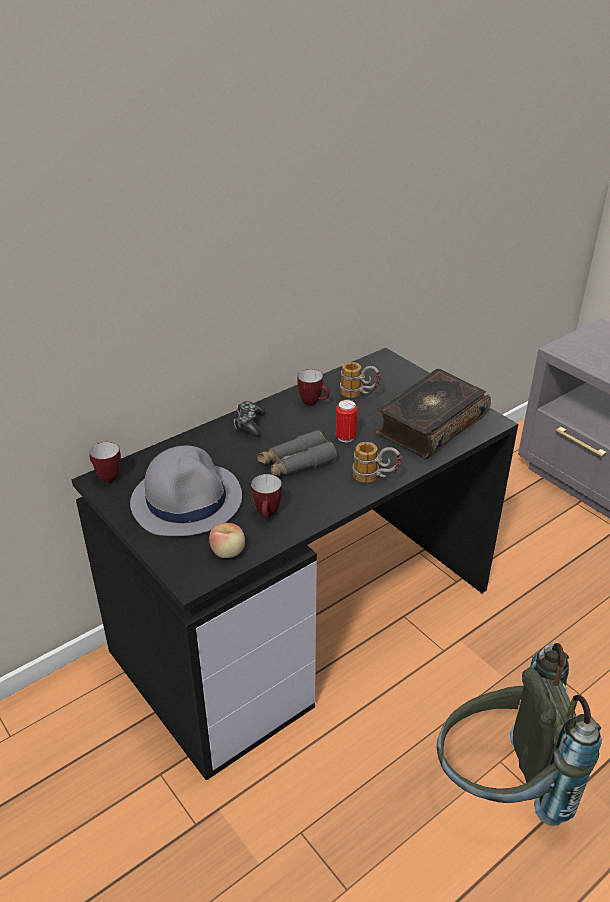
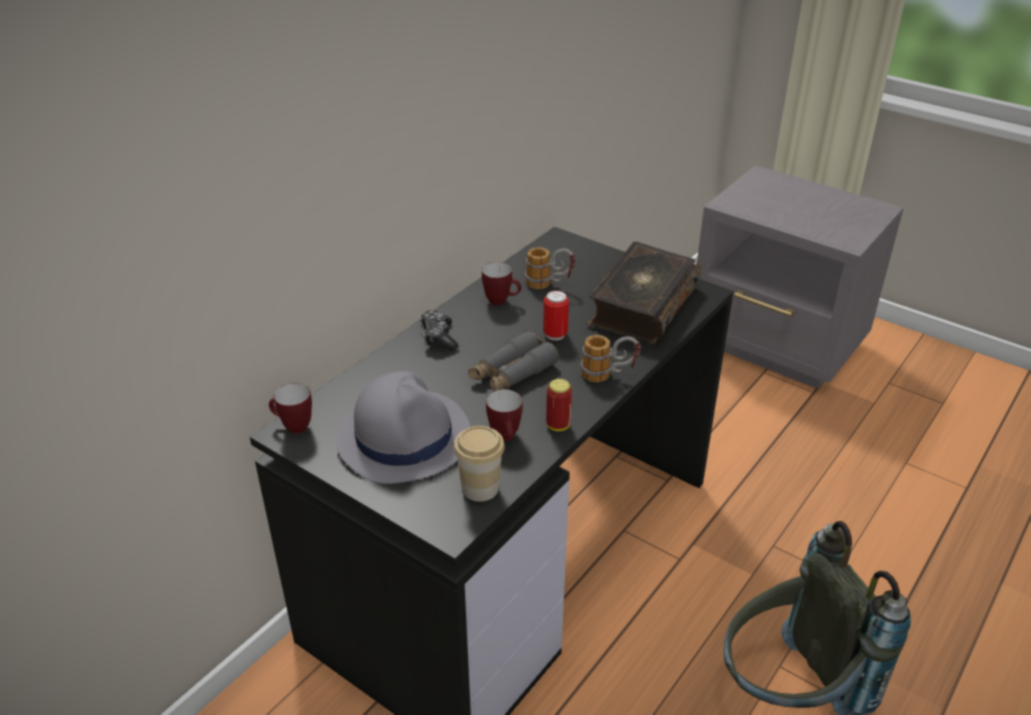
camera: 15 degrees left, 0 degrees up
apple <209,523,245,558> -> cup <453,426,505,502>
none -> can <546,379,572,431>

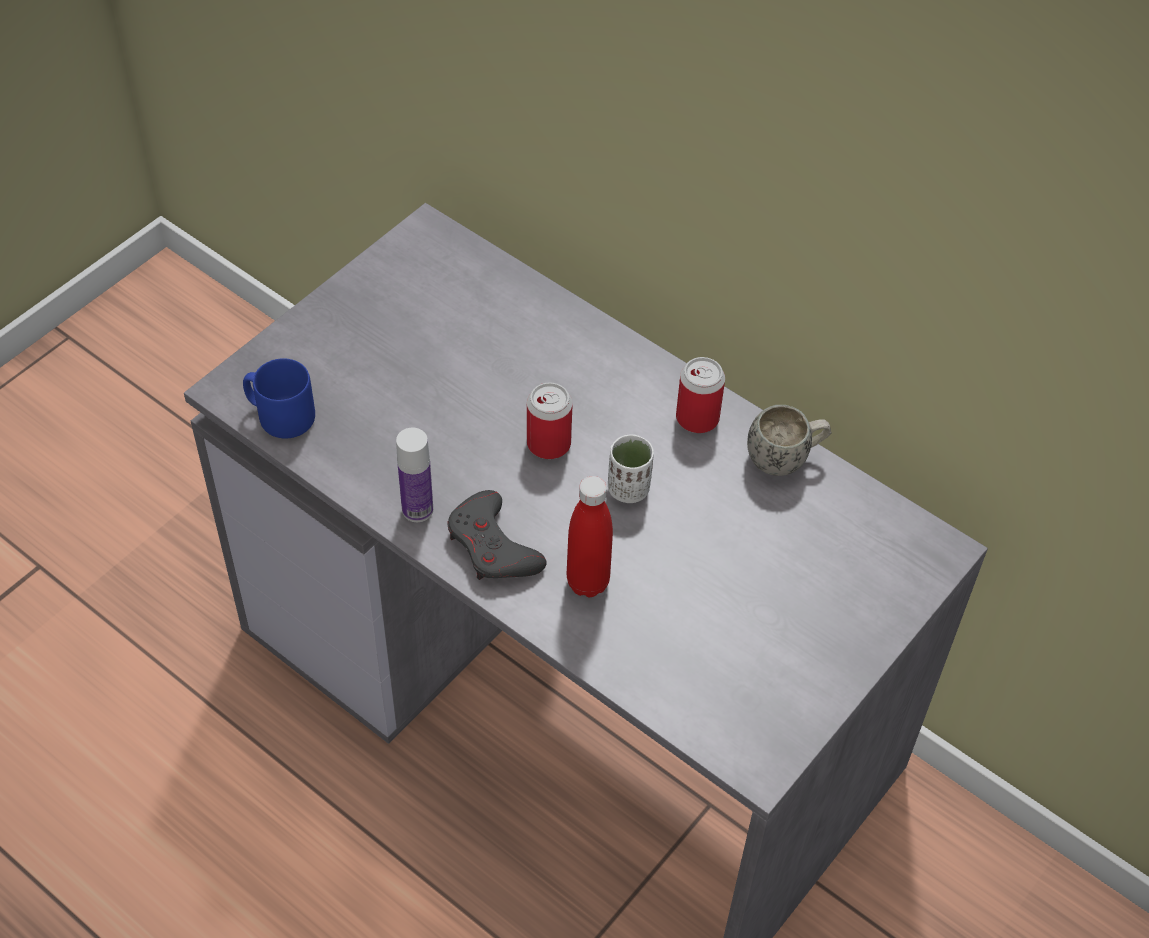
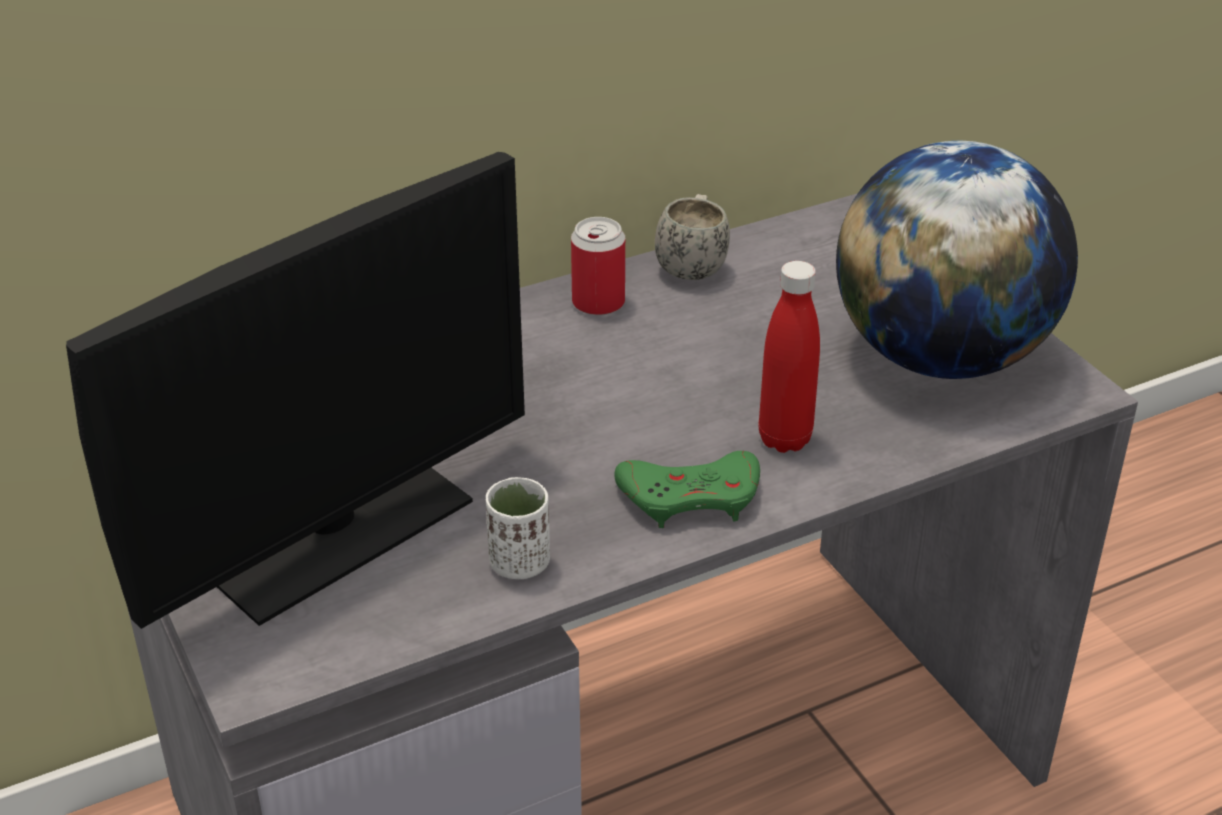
camera: 65 degrees left, 15 degrees down
none -> monitor <66,152,525,629>
white_cup <608,434,654,503> -> white_cup <486,477,550,579>, shifted
grey_game_controller <448,490,547,580> -> green_game_controller <614,451,760,528>
none -> globe <836,141,1078,379>
blue_mug <243,358,315,439> -> none
bottle <396,428,433,522> -> none
can <527,382,573,459> -> none

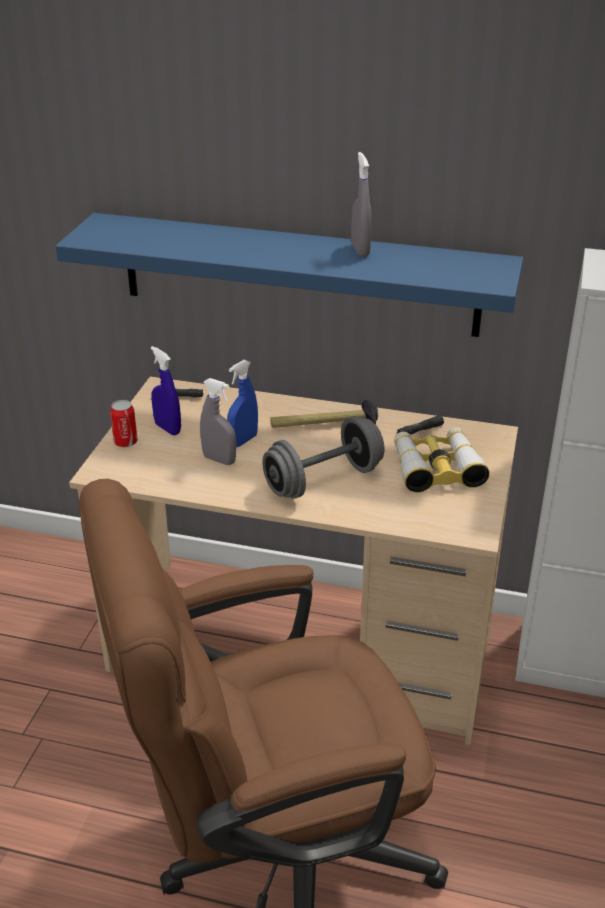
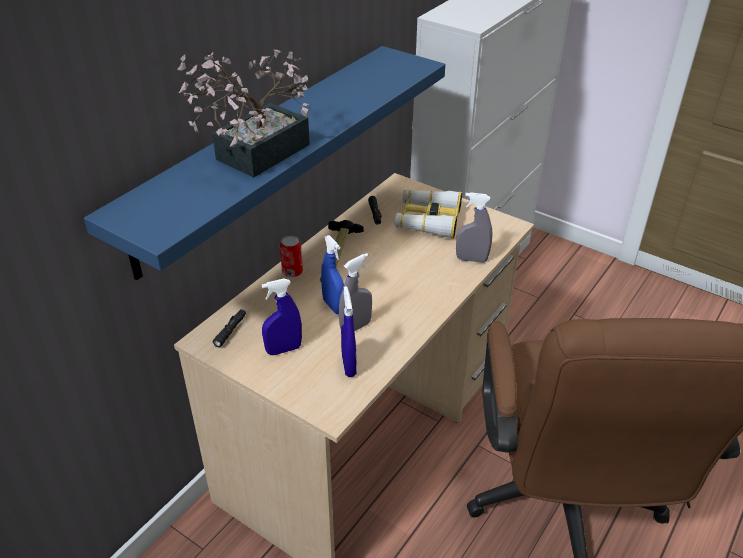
camera: 70 degrees left, 5 degrees up
none -> potted_plant <177,50,310,177>
can <110,400,138,448> -> can <280,236,303,277>, shifted
none -> blue_spray_bottle <341,286,357,377>
grey_spray_bottle <351,152,371,257> -> grey_spray_bottle <456,192,492,263>, shifted
grey_dumbbell <262,416,384,499> -> none

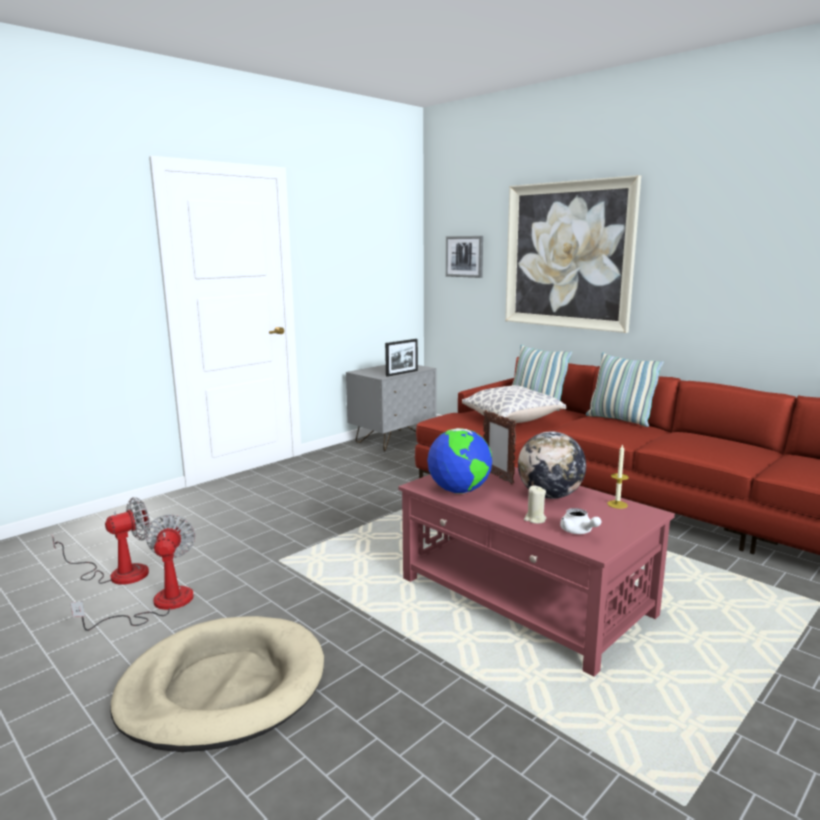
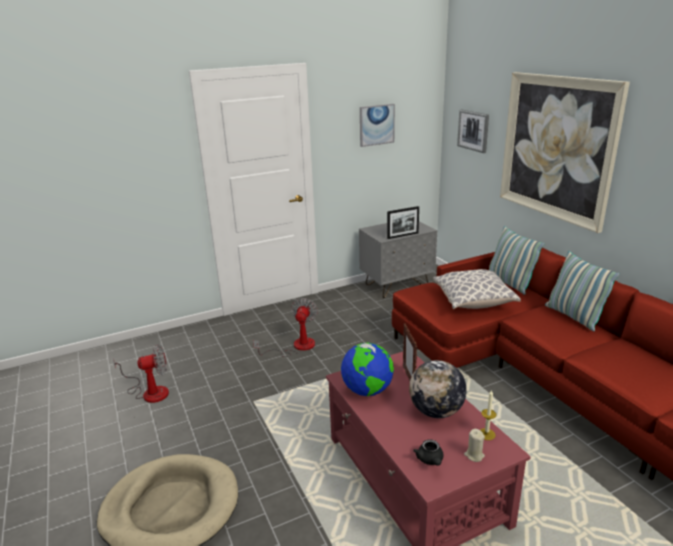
camera: 20 degrees right, 10 degrees up
fan <71,514,196,631> -> fan <253,298,318,357>, shifted
none -> picture <360,104,395,147>
white_teapot <560,508,601,534> -> black_teapot <413,439,444,466>
beige_candle <524,485,547,524> -> beige_candle <464,429,485,462>, shifted

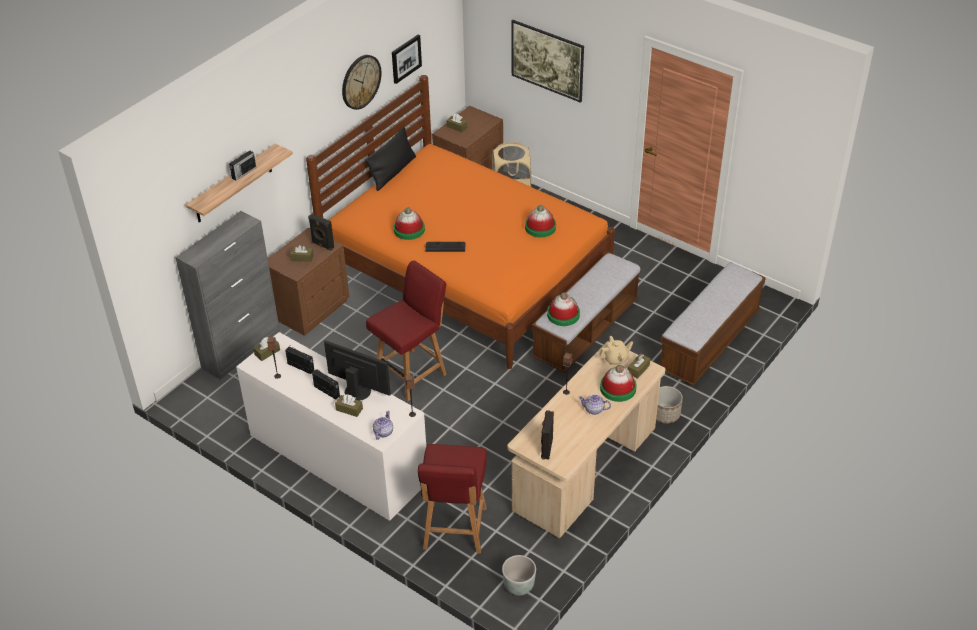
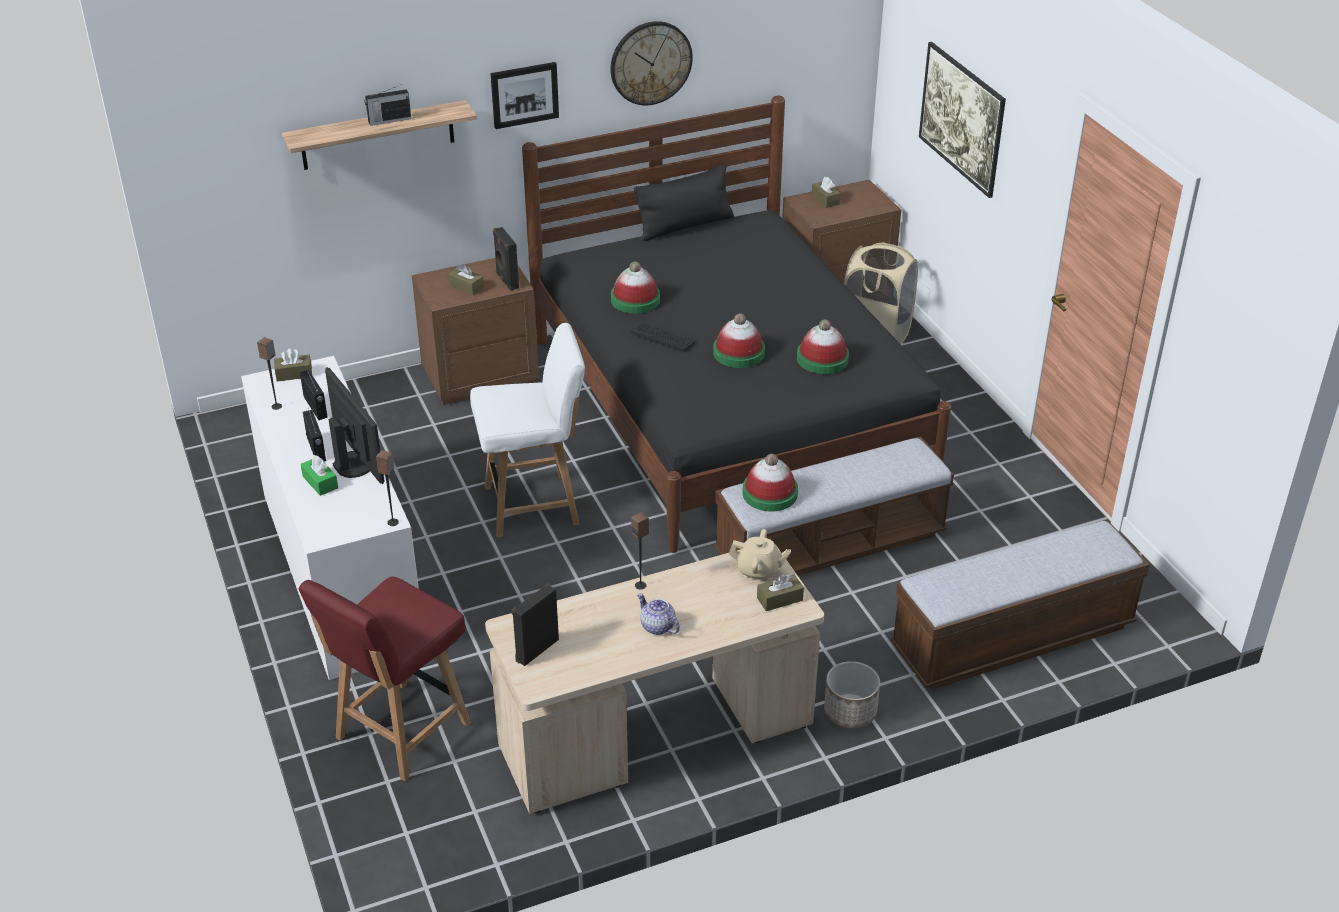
camera: 30 degrees right, 5 degrees down
brown_tissue_box <335,394,363,417> -> green_tissue_box <301,455,338,496>
red_chair <366,260,447,401> -> white_chair <470,323,585,537>
picture <392,35,422,84> -> picture <490,62,559,129>, shifted
orange_bed <306,75,615,369> -> black_bed <522,96,951,553>
hat <600,365,637,402> -> hat <713,314,765,368>, shifted
grey_cabinet <175,211,280,380> -> none
teapot <373,410,393,440> -> none
grey_planter <502,555,536,596> -> none

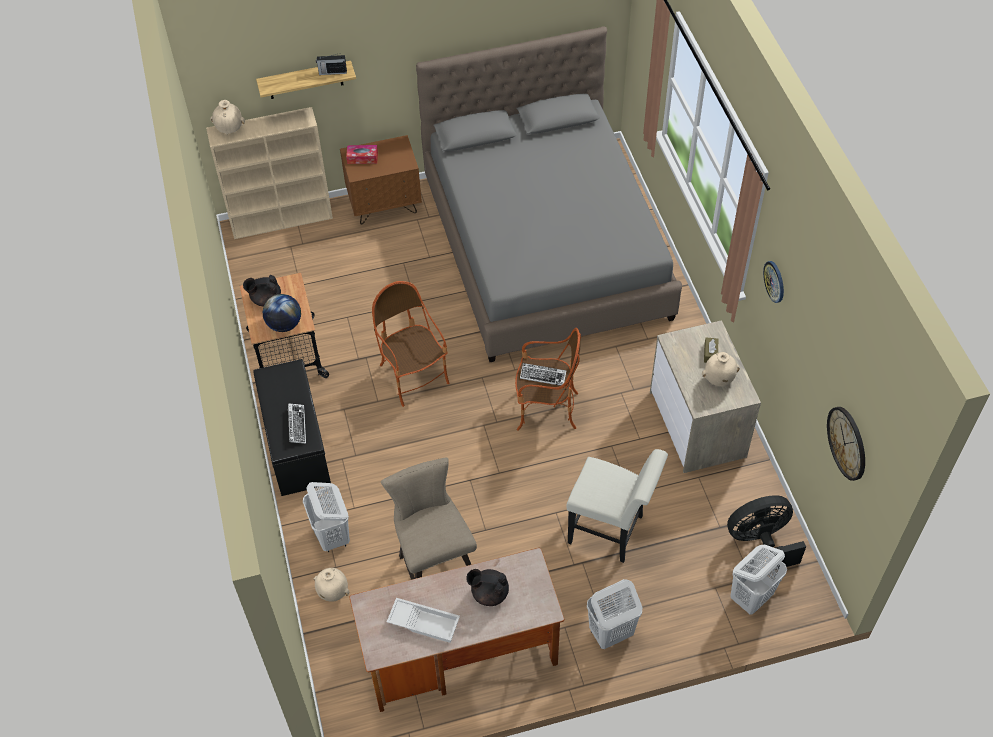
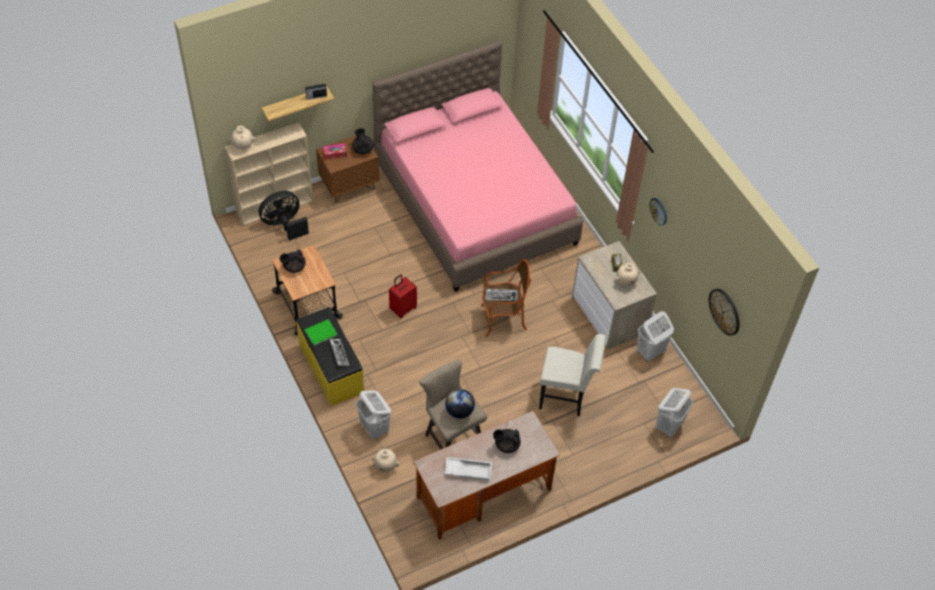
camera: 15 degrees left, 0 degrees up
black_fan <727,495,806,569> -> black_fan <259,191,309,240>, shifted
black_bench <253,359,331,496> -> yellow_bench <296,307,364,406>
none -> green_book <305,319,337,346>
none -> black_teapot <352,128,374,154>
grey_bed <416,26,682,362> -> pink_bed <372,40,584,292>
armchair <372,281,449,407> -> red_suitcase <389,274,417,318>
globe <263,294,301,332> -> globe <445,389,475,419>, shifted
white_laundry_basket <587,579,642,649> -> white_laundry_basket <637,311,674,362>, shifted

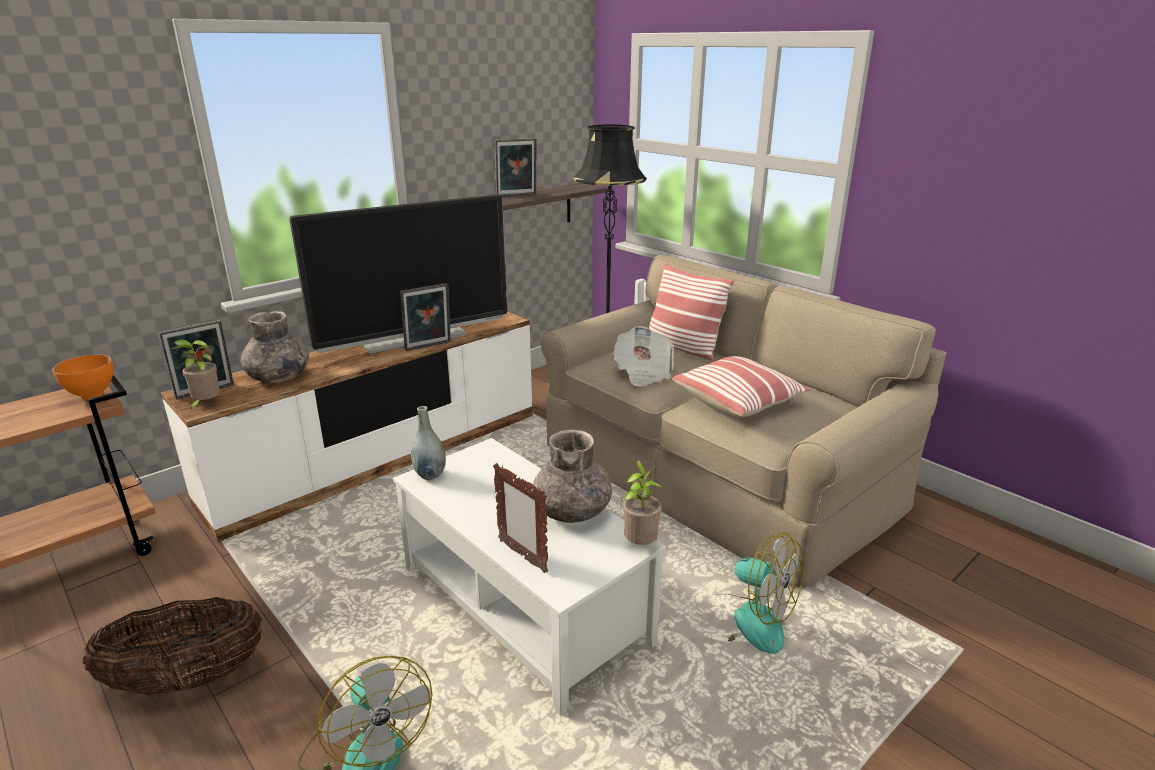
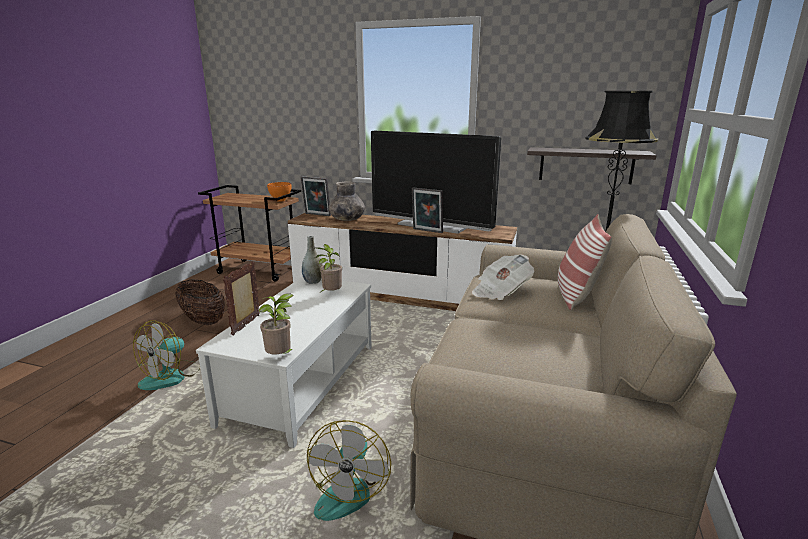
camera: 60 degrees right, 5 degrees down
potted_plant <169,340,220,412> -> potted_plant <315,244,342,292>, shifted
picture_frame <495,138,536,196> -> none
grey_vase <532,430,612,523> -> none
pillow <672,356,810,418> -> none

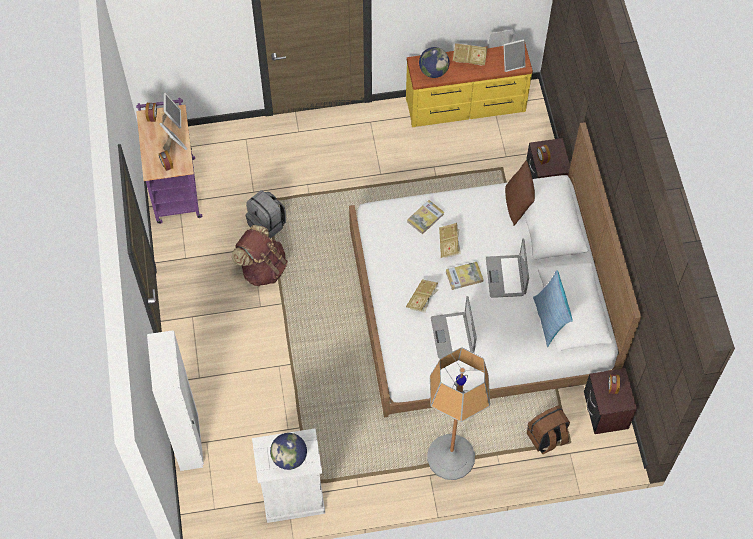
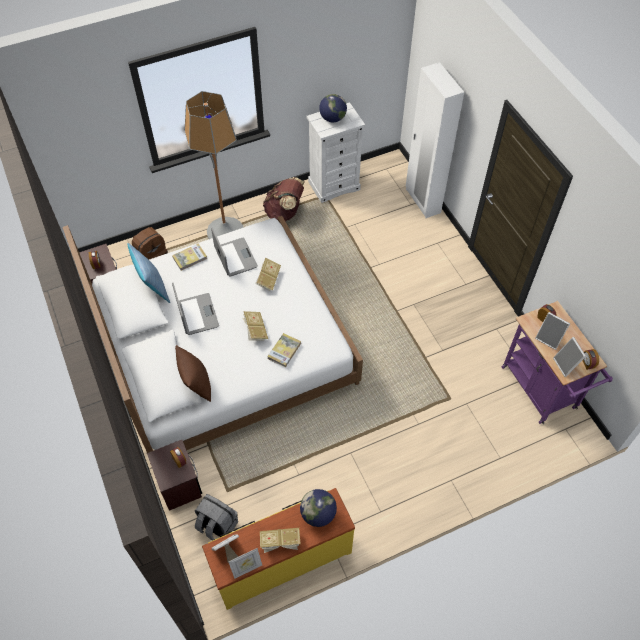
camera: 165 degrees right, 5 degrees down
book <446,262,484,290> -> book <172,244,207,271>, shifted
grey_backpack <246,190,286,238> -> grey_backpack <195,494,238,541>, shifted
brown_backpack <231,225,288,287> -> brown_backpack <263,177,305,222>, shifted

